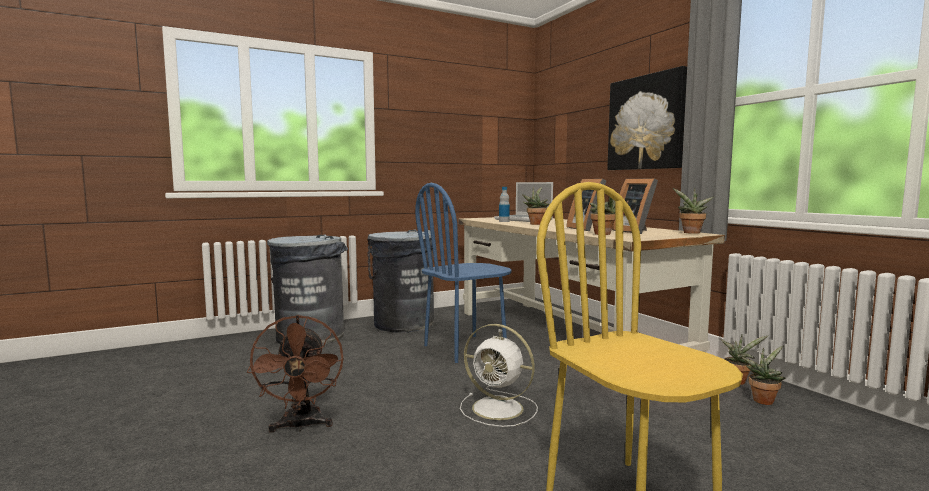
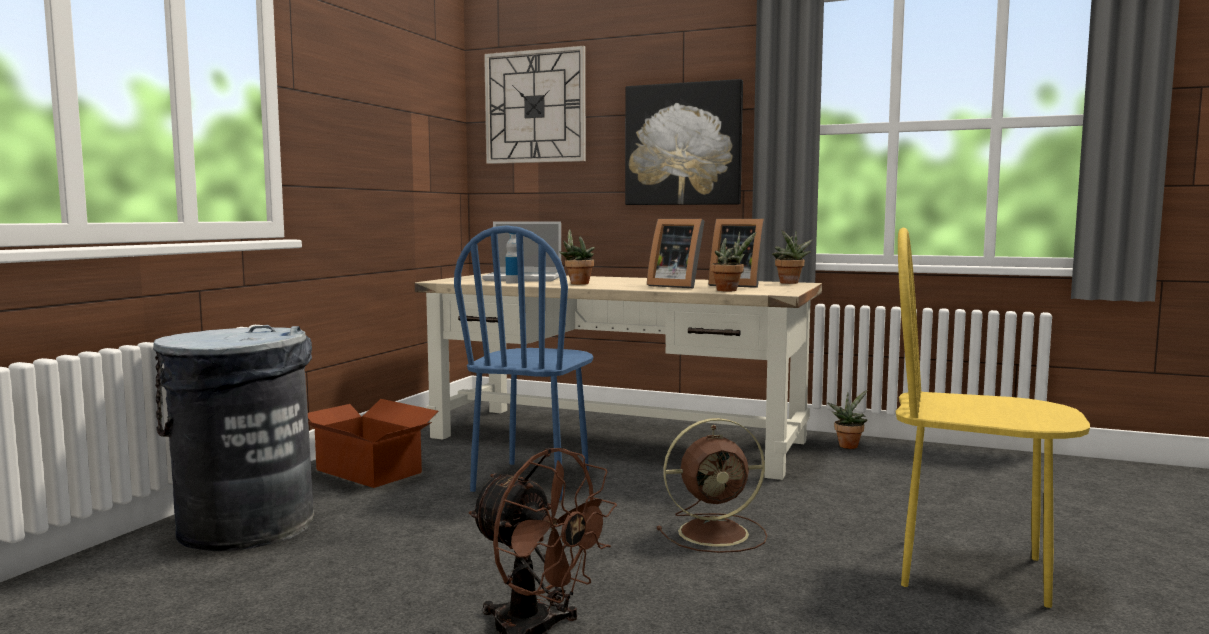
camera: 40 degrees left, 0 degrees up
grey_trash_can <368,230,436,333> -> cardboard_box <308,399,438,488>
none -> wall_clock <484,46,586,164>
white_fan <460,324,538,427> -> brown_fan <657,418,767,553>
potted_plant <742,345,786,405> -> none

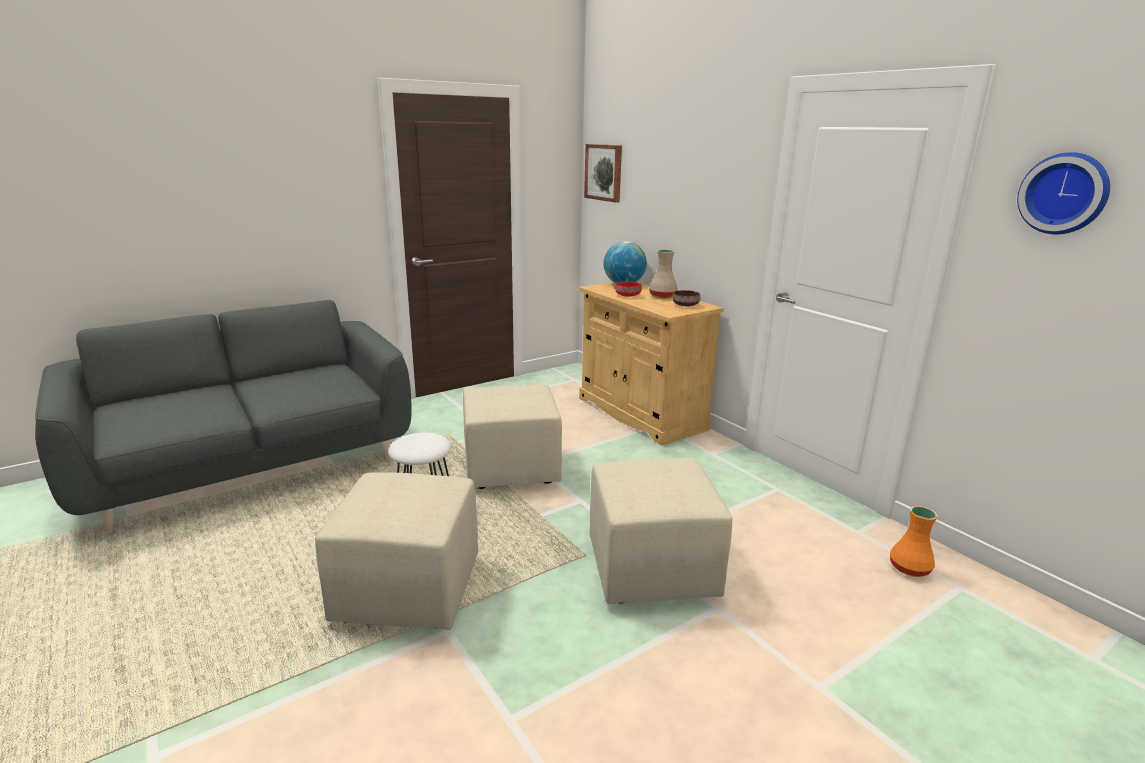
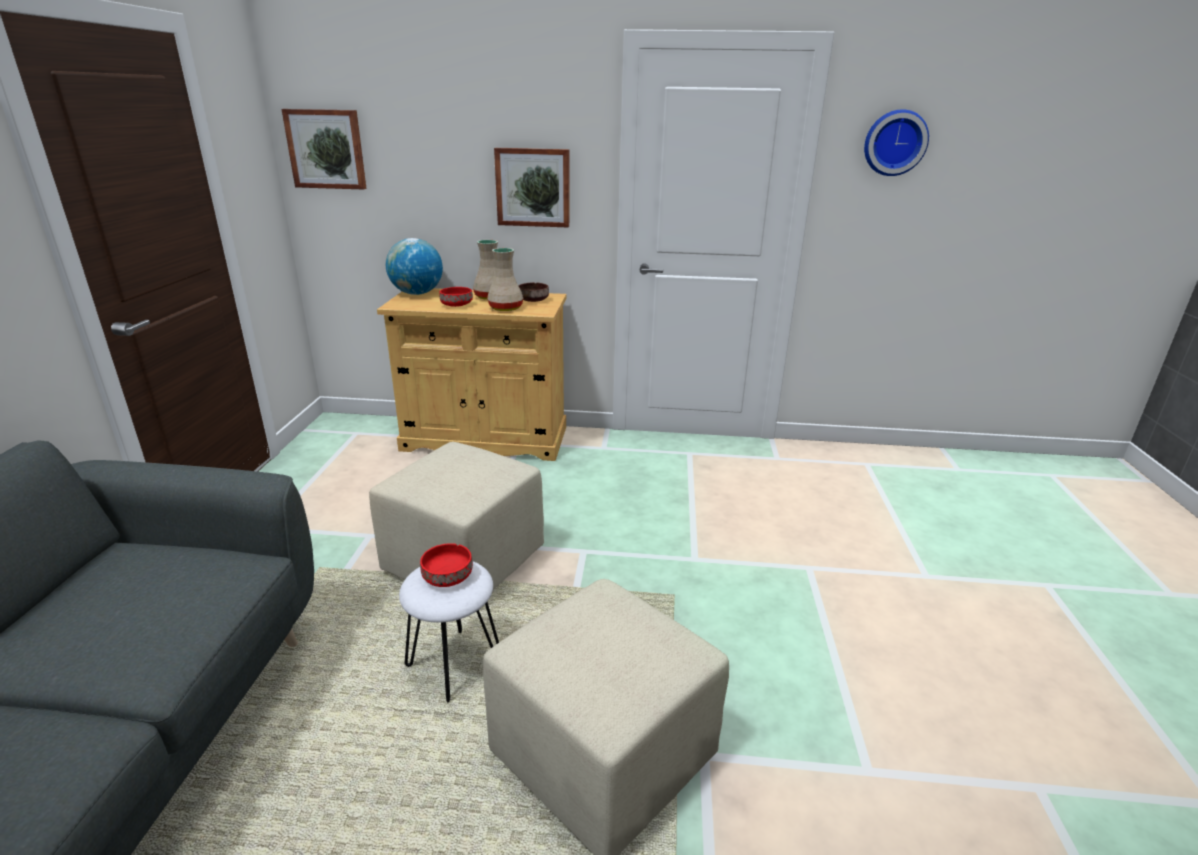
camera: 50 degrees left, 5 degrees up
none -> red_bowl <420,543,473,587>
none -> beige_vase <487,248,523,311>
none -> picture <494,148,569,228>
beige_ottoman <590,459,732,604> -> none
orange_vase <890,506,938,577> -> none

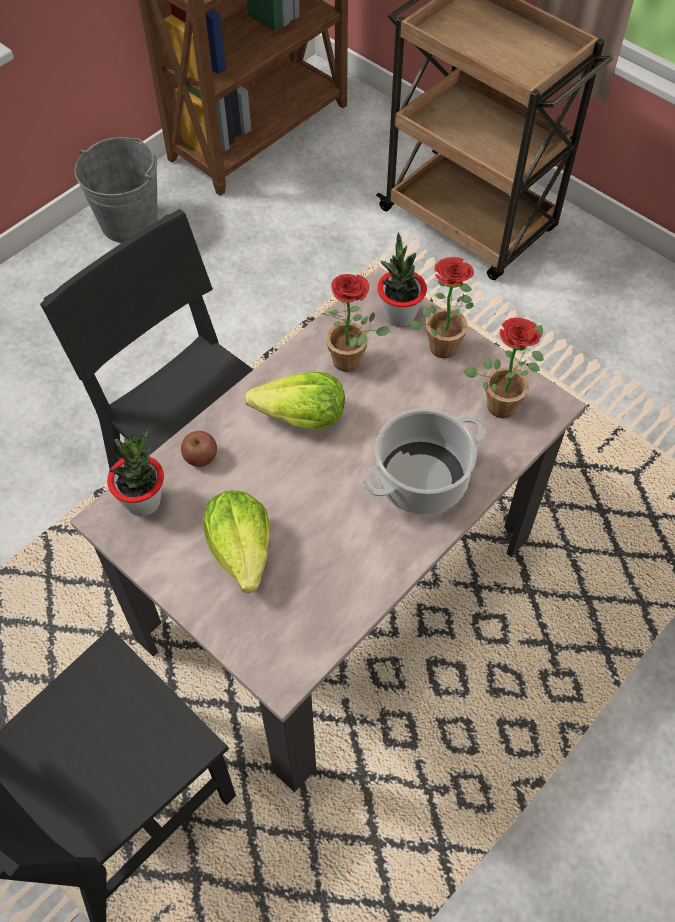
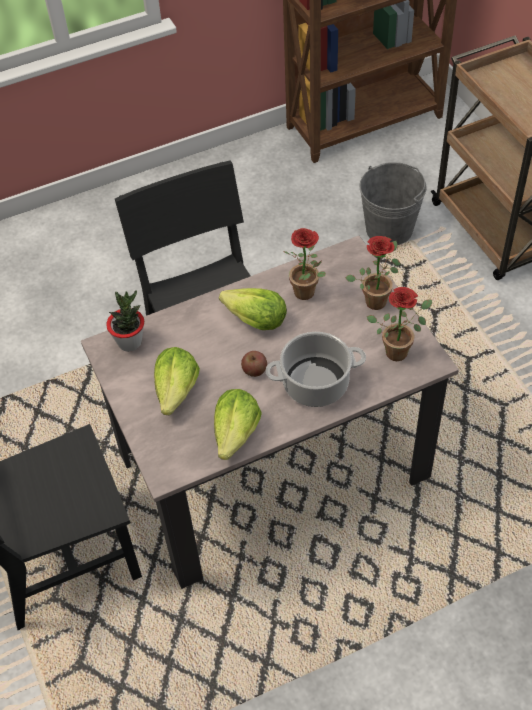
camera: 25 degrees right, 5 degrees down
none -> lettuce <214,389,262,460>
apple <181,431,217,467> -> apple <241,351,267,377>, shifted
grey_bucket <74,137,158,243> -> grey_bucket <359,162,427,245>, shifted
potted_plant <377,233,427,327> -> none

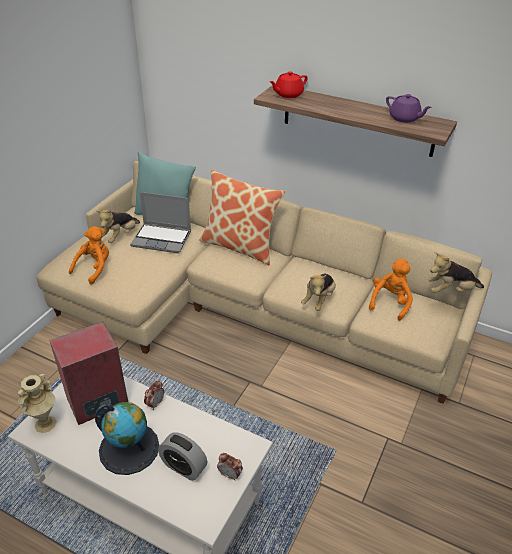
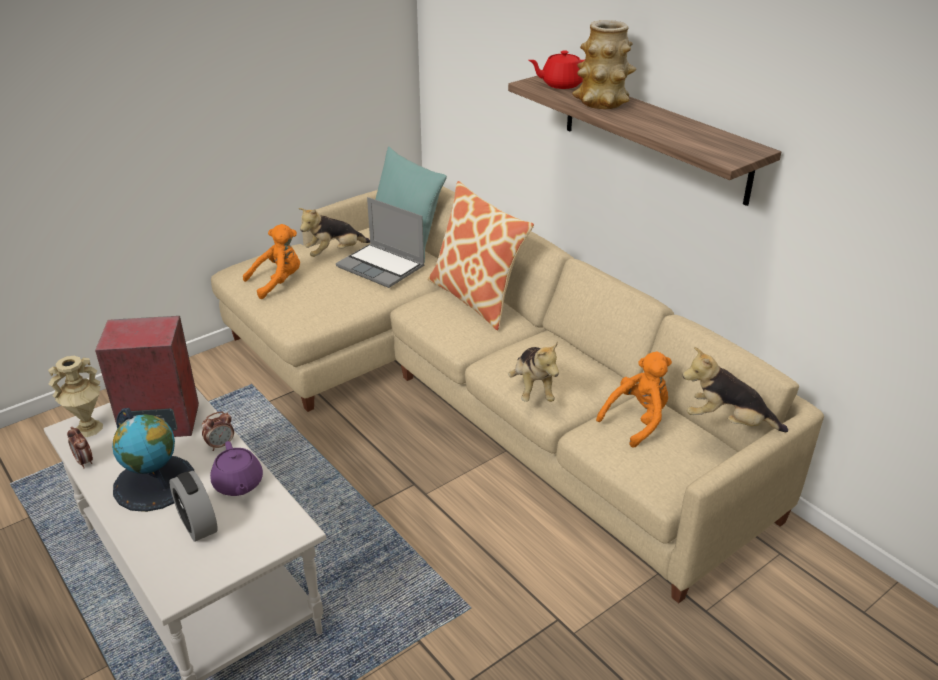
camera: 25 degrees right, 5 degrees down
alarm_clock <217,453,243,481> -> alarm_clock <67,427,93,469>, shifted
purple_teapot <386,94,432,123> -> purple_teapot <210,441,263,496>, shifted
plush_toy <301,274,336,311> -> plush_toy <508,342,559,402>, 60 degrees counterclockwise
none -> vase <572,20,636,109>

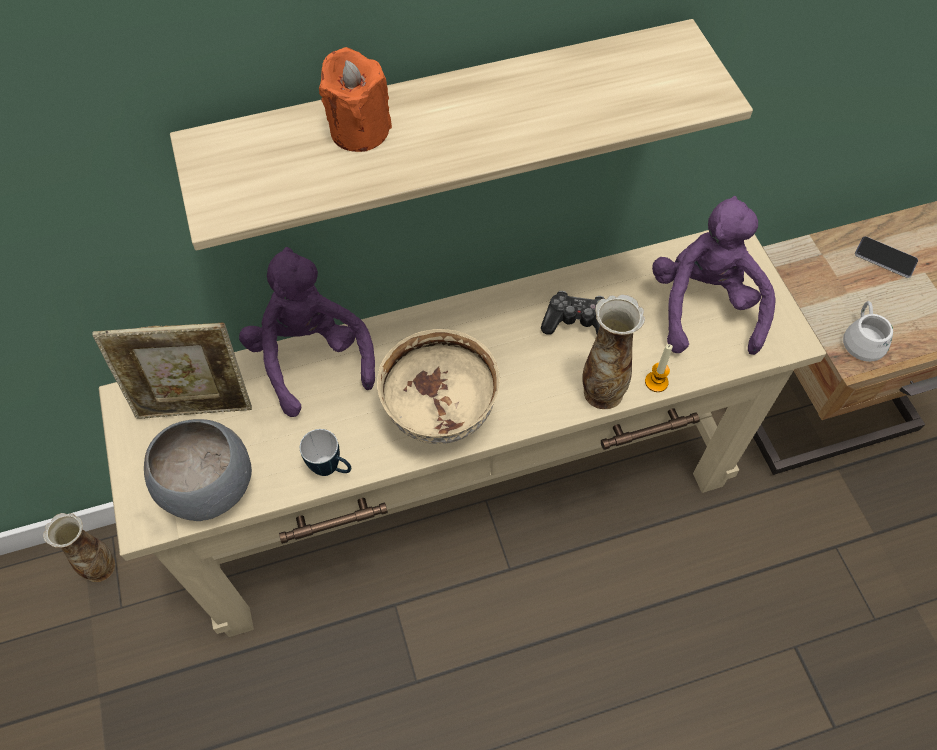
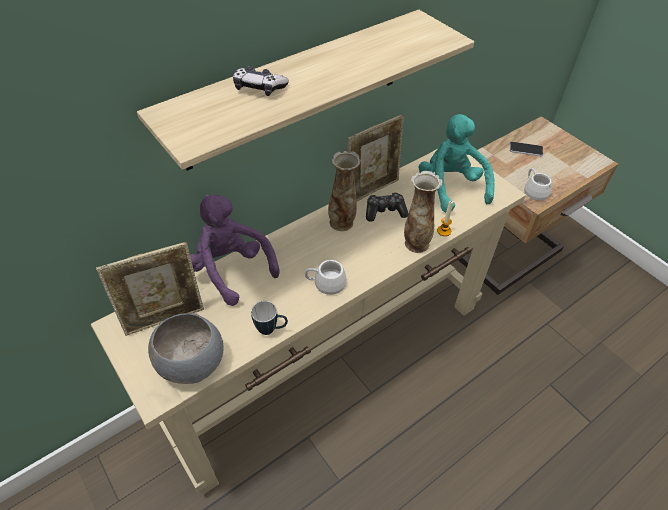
camera: 20 degrees left, 10 degrees down
orange_candle <319,47,392,152> -> game_controller <233,66,289,96>
beige_bowl <377,329,500,444> -> white_mug <305,260,347,295>
vase <43,513,115,582> -> vase <328,151,361,231>, shifted
none -> picture_frame <347,114,404,201>
purple_plush_toy <652,196,776,355> -> turquoise_plush_toy <418,114,495,213>

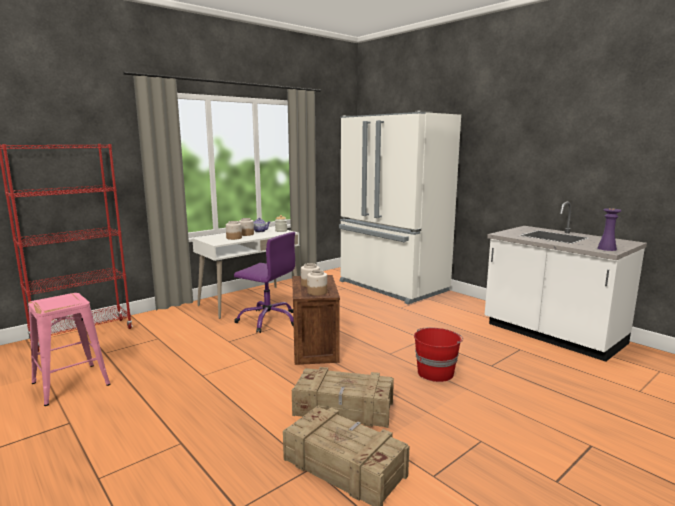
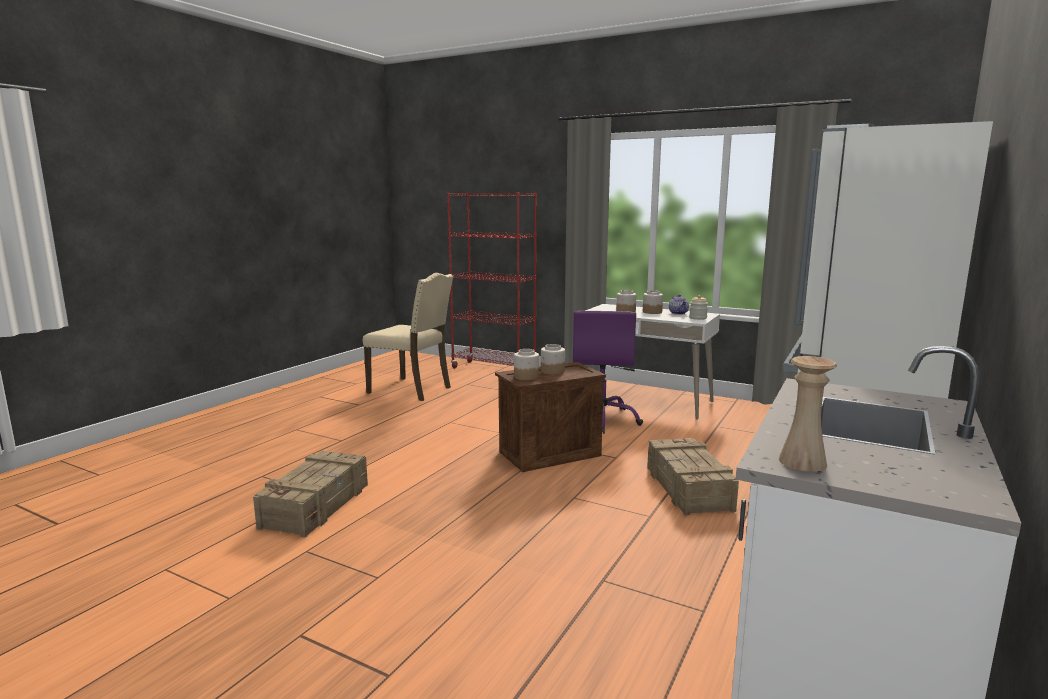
camera: 70 degrees right, 0 degrees up
pink_stool <28,293,110,406> -> beige_chair <363,273,454,401>
crate <292,367,394,428> -> crate <647,438,739,516>, shifted
purple_vase <597,208,621,251> -> beige_vase <779,356,837,472>
red_bucket <414,327,463,382> -> none

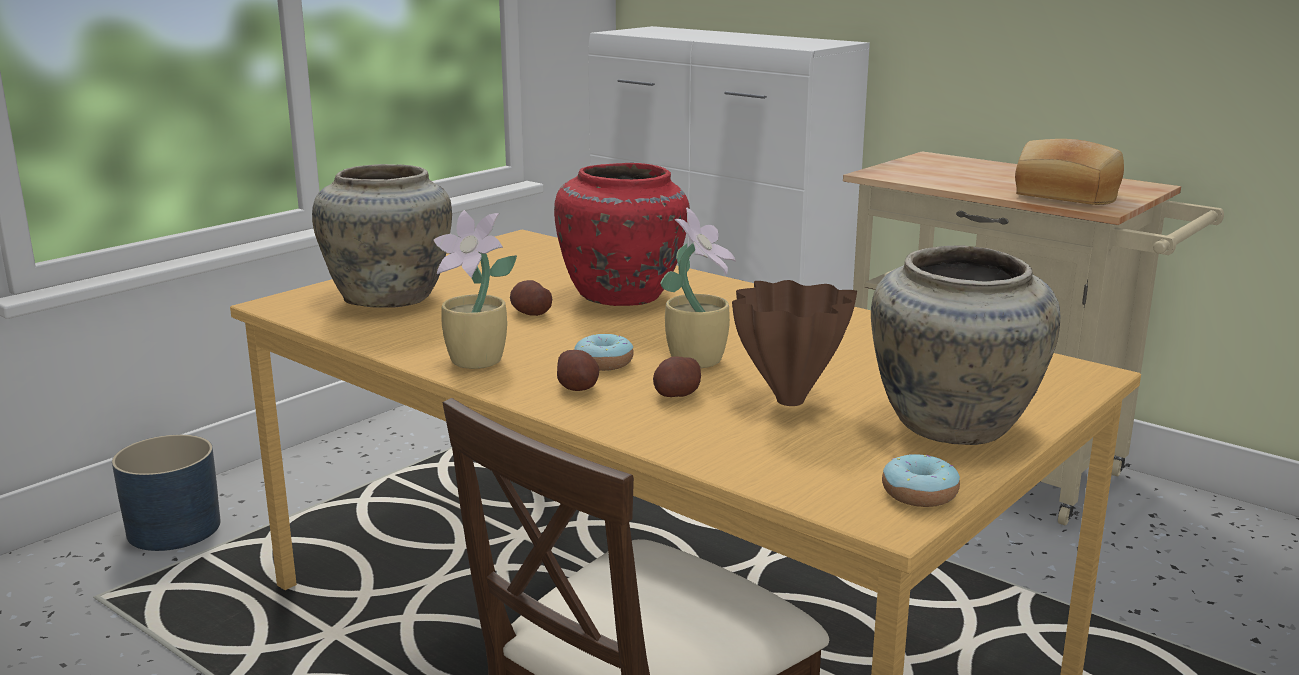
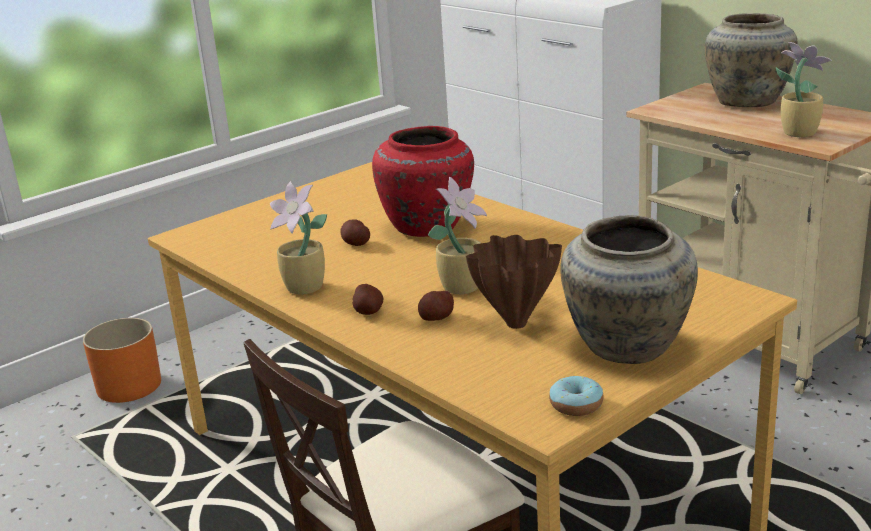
camera: 10 degrees right, 5 degrees up
blue_planter <112,435,220,551> -> orange_planter <83,318,161,403>
beige_vase <312,164,452,308> -> beige_vase <705,13,798,107>, shifted
bread <1015,139,1124,205> -> potted_plant <776,42,832,137>
donut <574,334,634,371> -> none

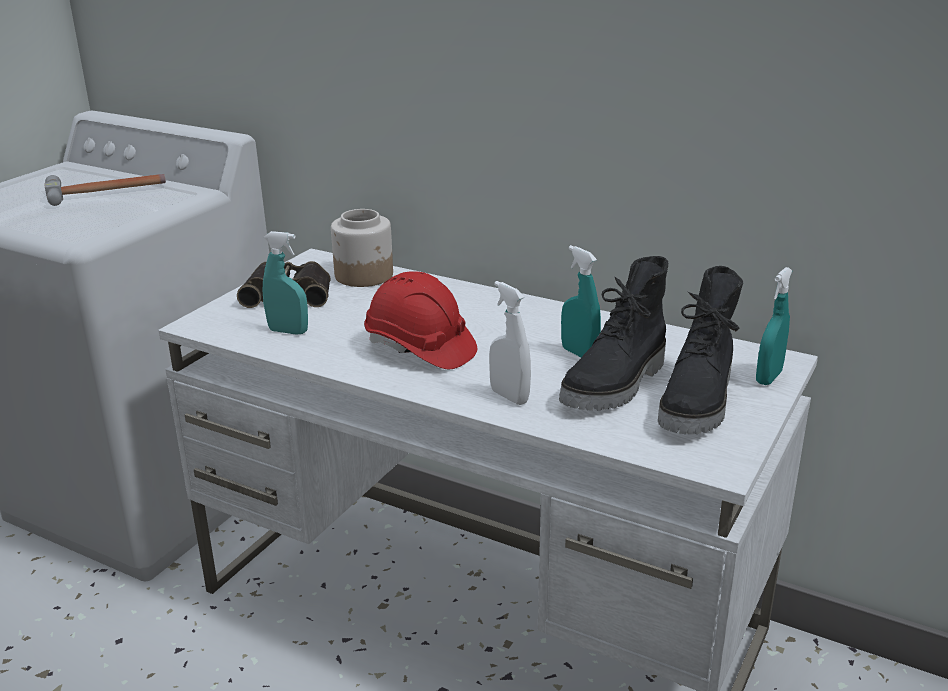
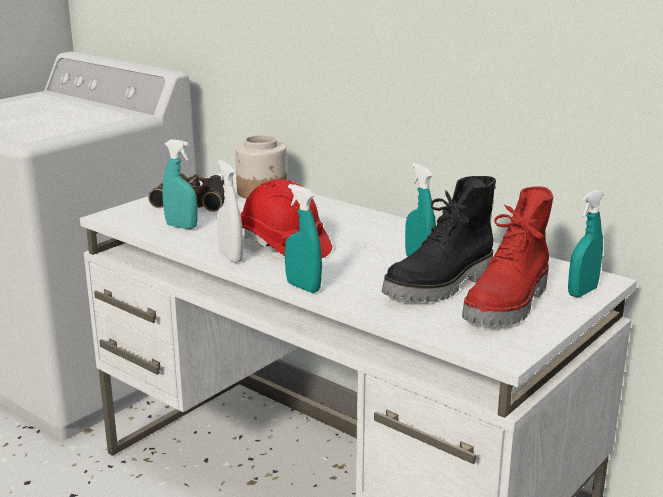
camera: 10 degrees right, 5 degrees down
white_spray_bottle <489,281,531,405> -> white_spray_bottle <217,160,243,263>, shifted
none -> turquoise_spray_bottle <285,184,322,293>
black_boot <658,266,743,435> -> red_boot <462,186,553,326>
hammer <45,174,166,206> -> none

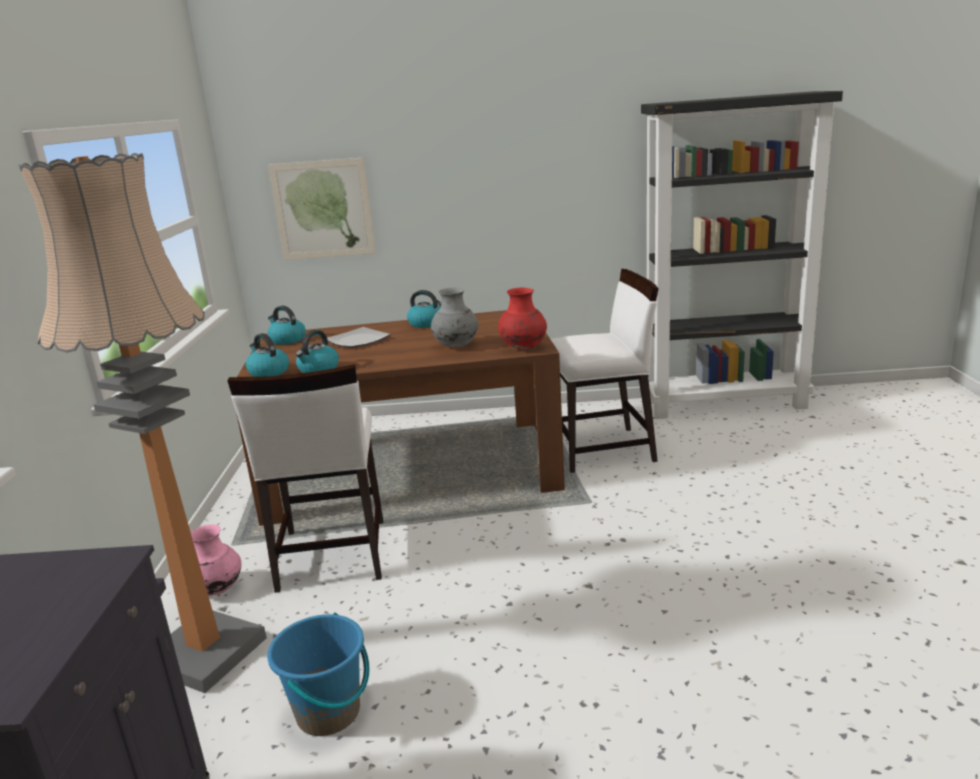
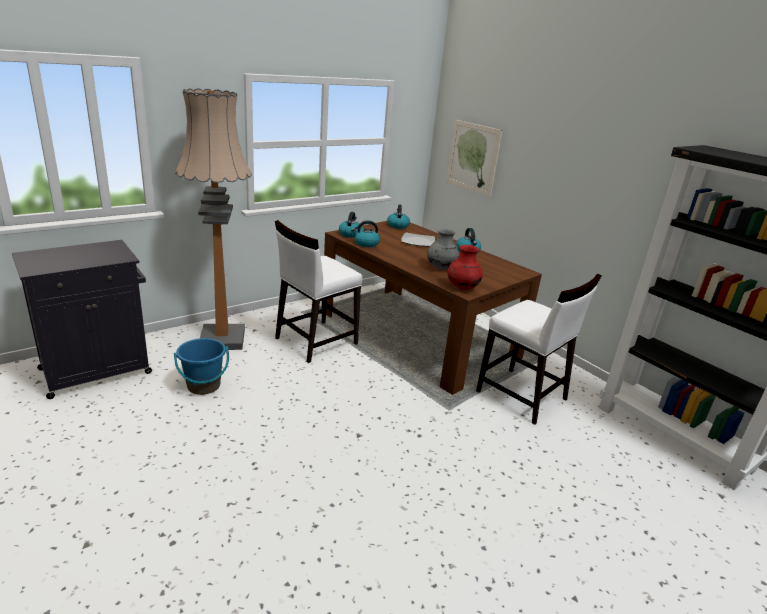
camera: 50 degrees right, 5 degrees up
pink_vase <191,524,241,596> -> none

